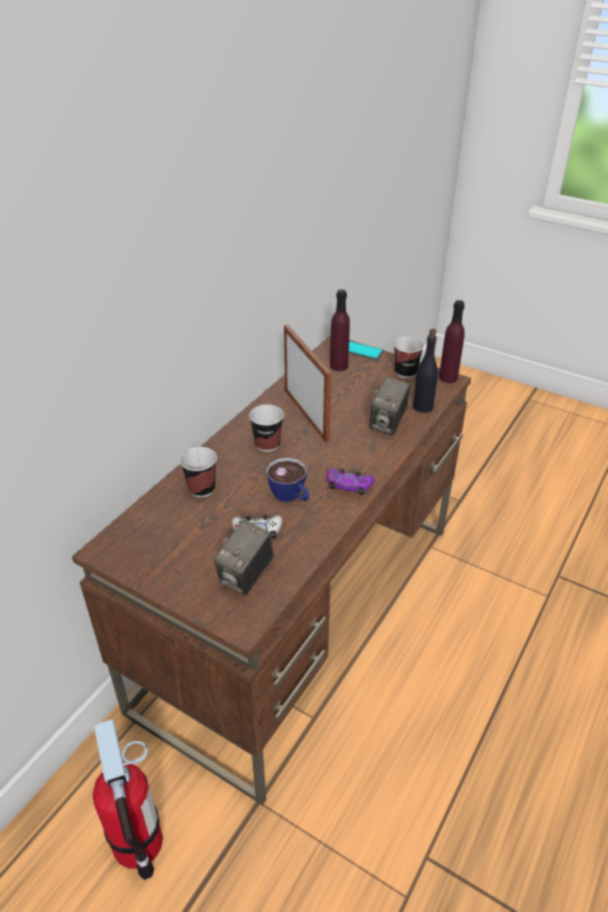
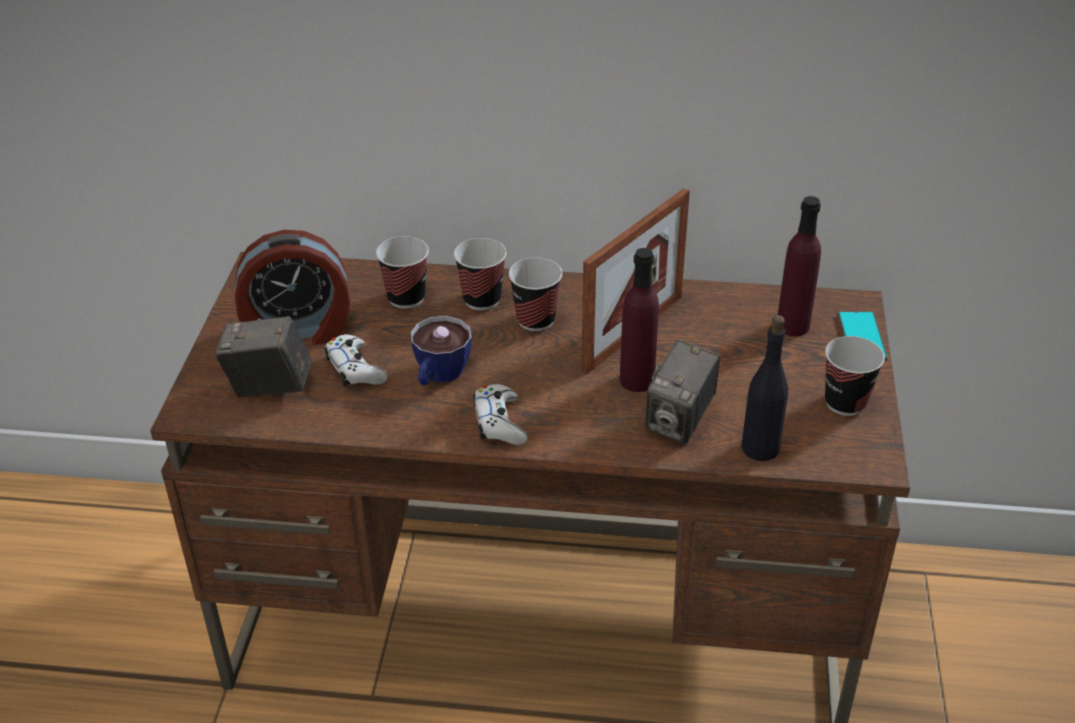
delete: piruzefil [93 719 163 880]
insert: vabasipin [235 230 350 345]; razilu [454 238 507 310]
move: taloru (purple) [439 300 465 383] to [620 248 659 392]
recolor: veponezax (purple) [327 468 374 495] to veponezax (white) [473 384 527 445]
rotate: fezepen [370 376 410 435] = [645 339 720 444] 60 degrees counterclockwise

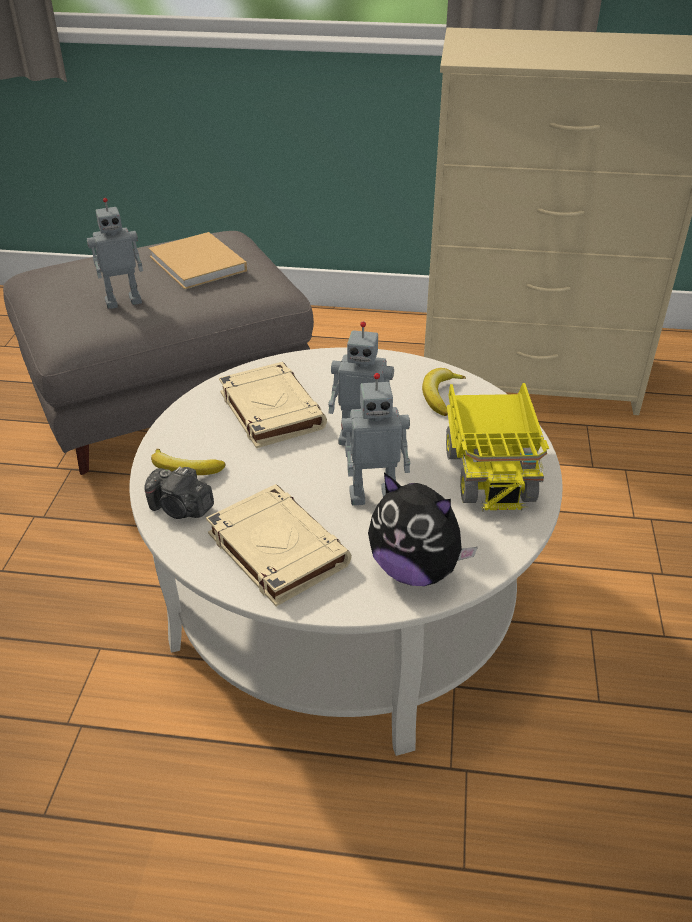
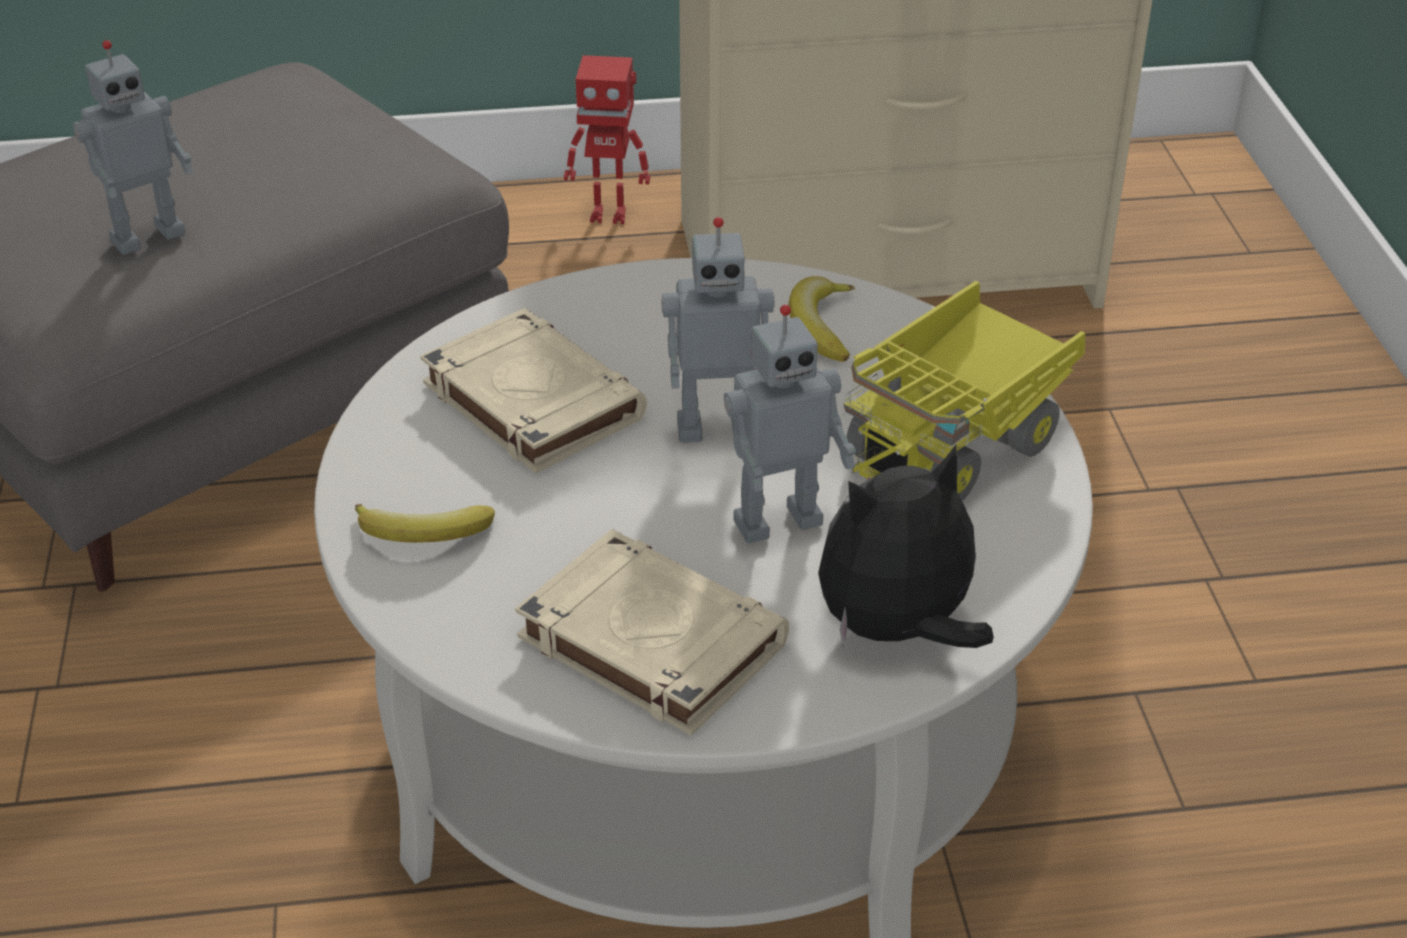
delete: fezepen [144 466 214 519]; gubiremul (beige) [149 232 247 289]
insert: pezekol [564 55 650 224]
rotate: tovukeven [368 473 478 586] = [818 445 994 648] 135 degrees clockwise; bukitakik [446 383 549 511] = [843 281 1085 501] 60 degrees clockwise

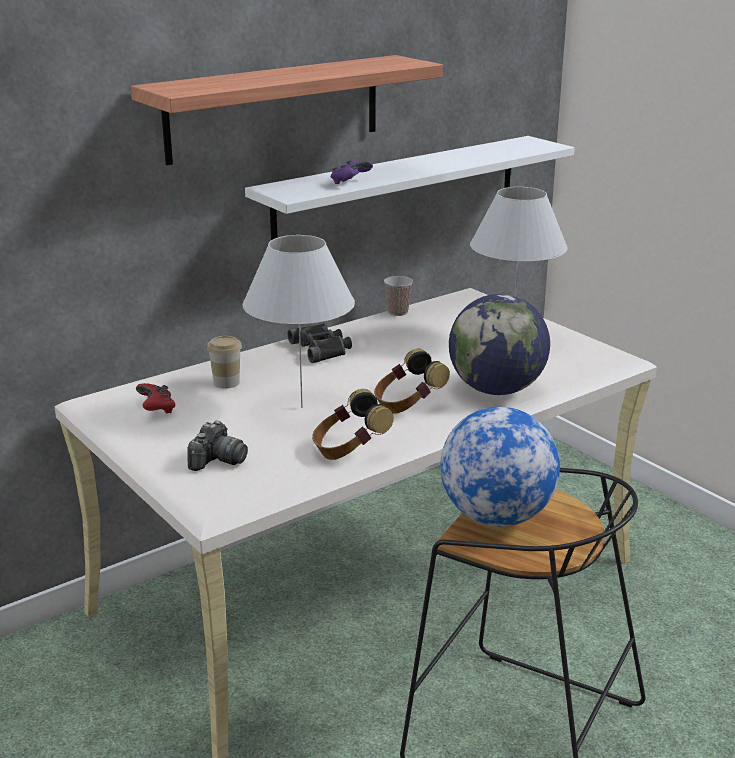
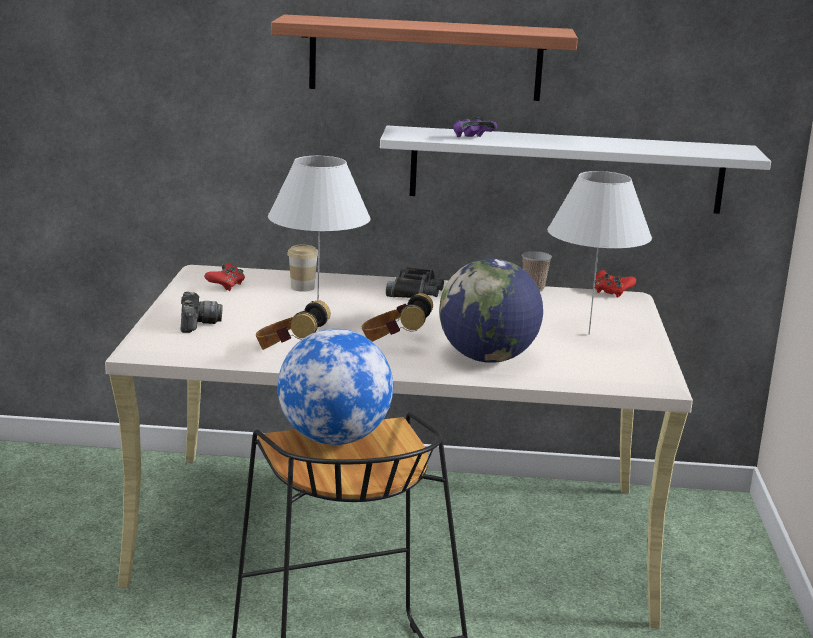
insert: veponezax (red) [595 270 636 298]
rotate: fezepen [187 421 248 471] = [181 292 222 333] 75 degrees counterclockwise

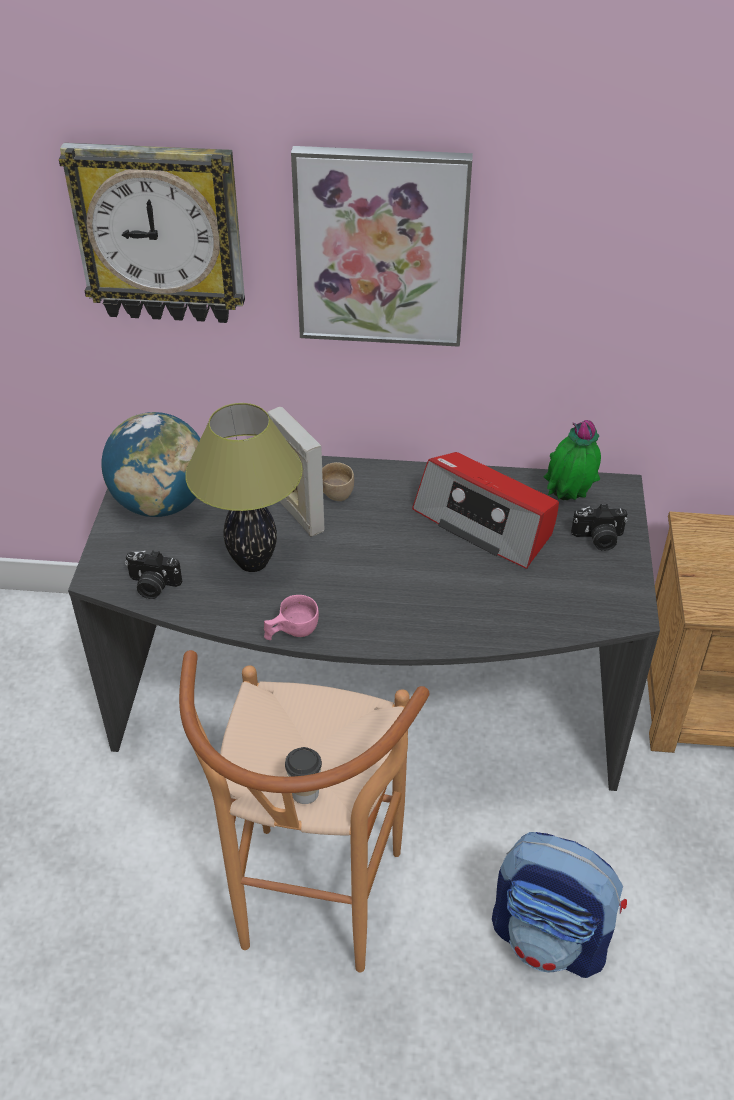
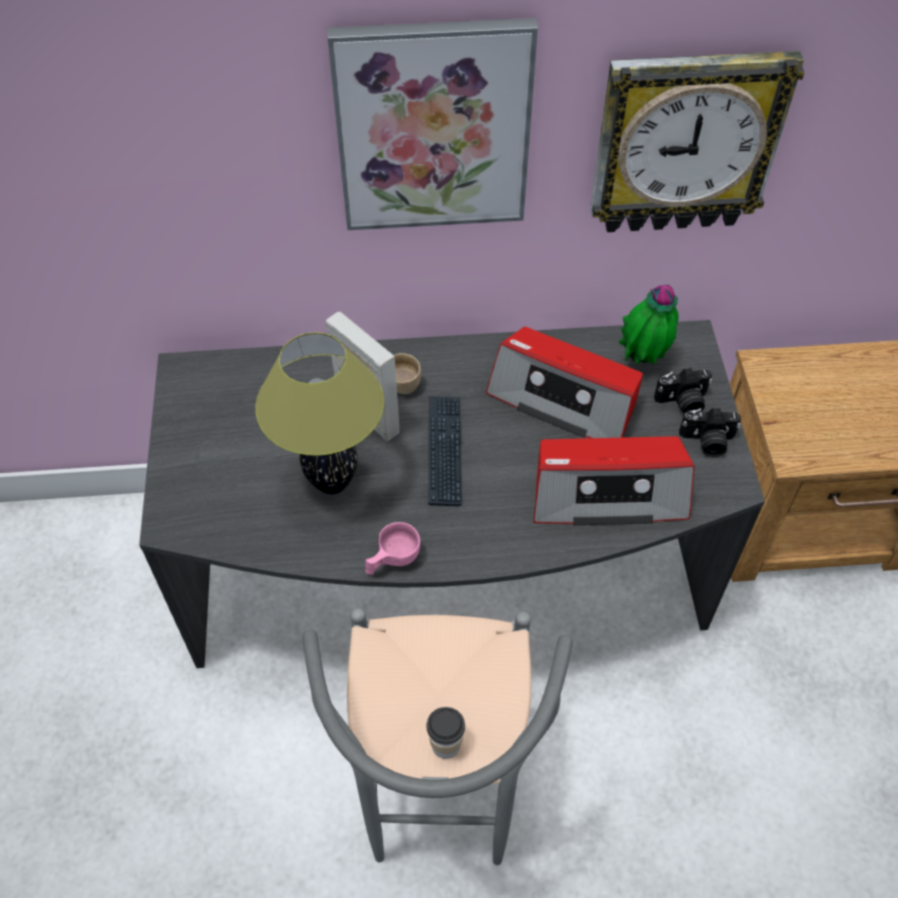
delete: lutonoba [101 412 200 517]; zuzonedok [492 832 627 978]
insert: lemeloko [428 396 462 506]; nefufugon [533 436 694 525]
move: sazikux [59 143 245 323] to [590 51 804 232]; fezepen [125 550 182 599] to [679 408 741 457]
recolor: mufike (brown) [179 650 430 972] to mufike (grey) [302 608 573 865]

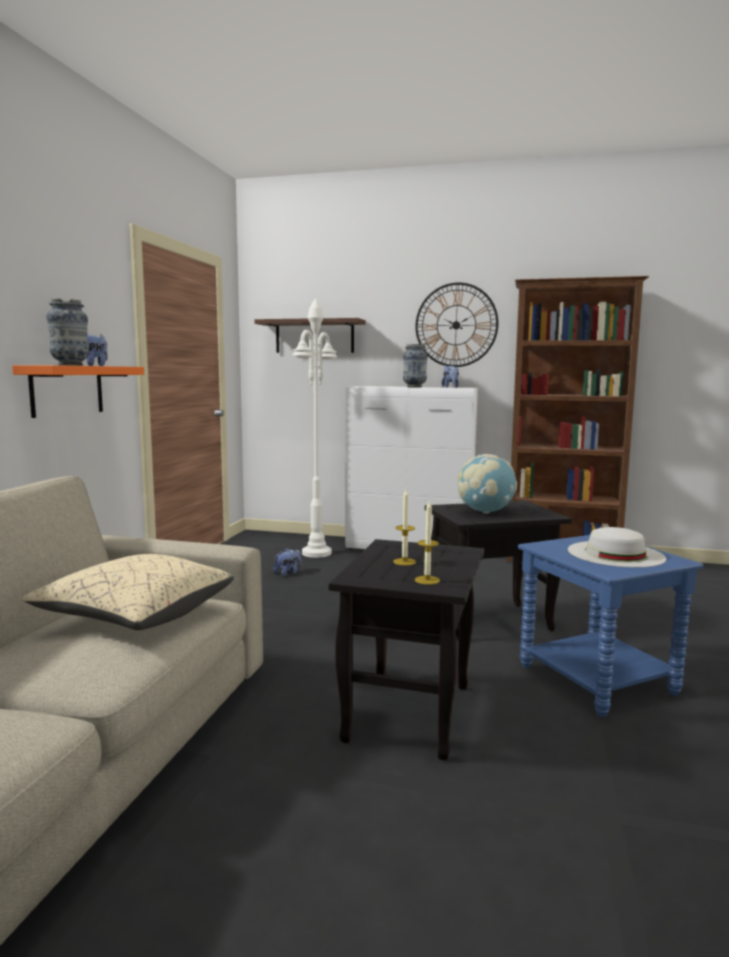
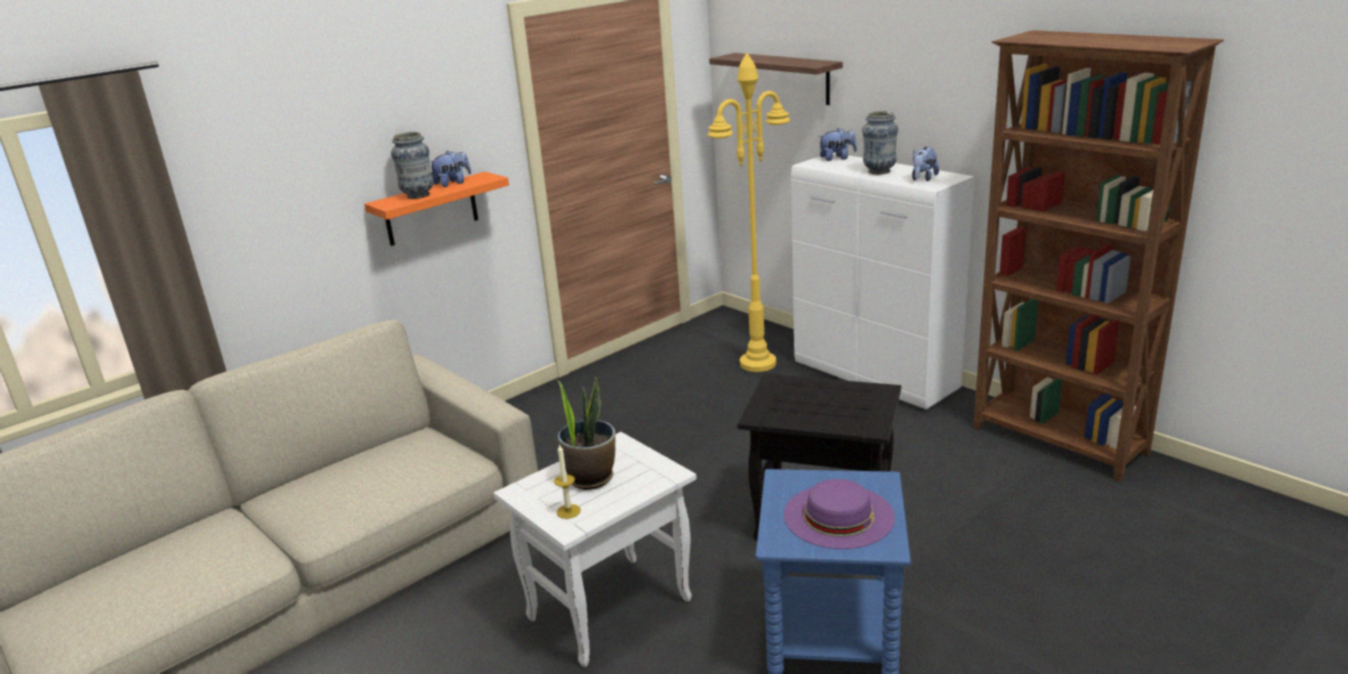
delete: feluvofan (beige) [23 554 234 630]; sazikux [415 282 498 367]; lutonoba [458 454 517 513]
move: tovukeven [273 548 301 576] to [818 128 857 161]
replace: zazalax [393 490 416 566] to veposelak [556 376 615 490]
recolor: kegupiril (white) [293 298 337 558] to kegupiril (yellow) [708 53 790 372]; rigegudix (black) [329 539 484 761] to rigegudix (white) [494 432 697 668]; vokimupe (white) [568 527 666 568] to vokimupe (purple) [784 479 895 549]

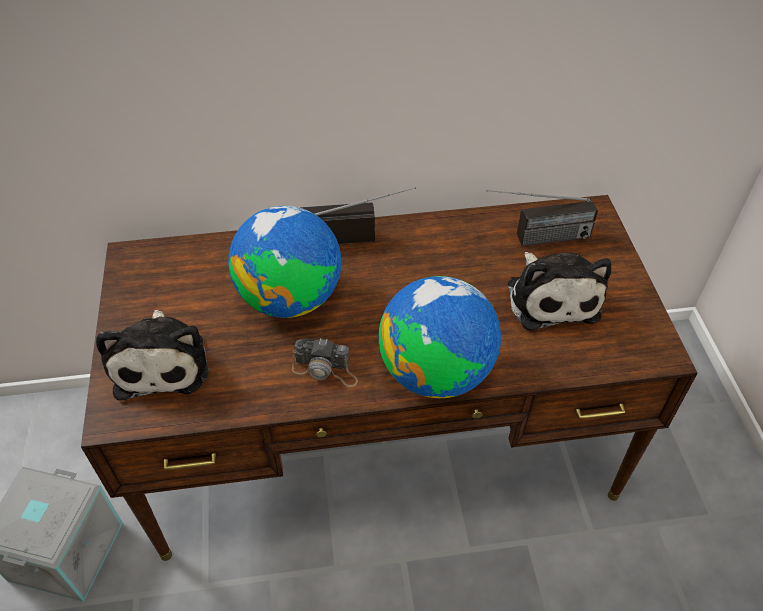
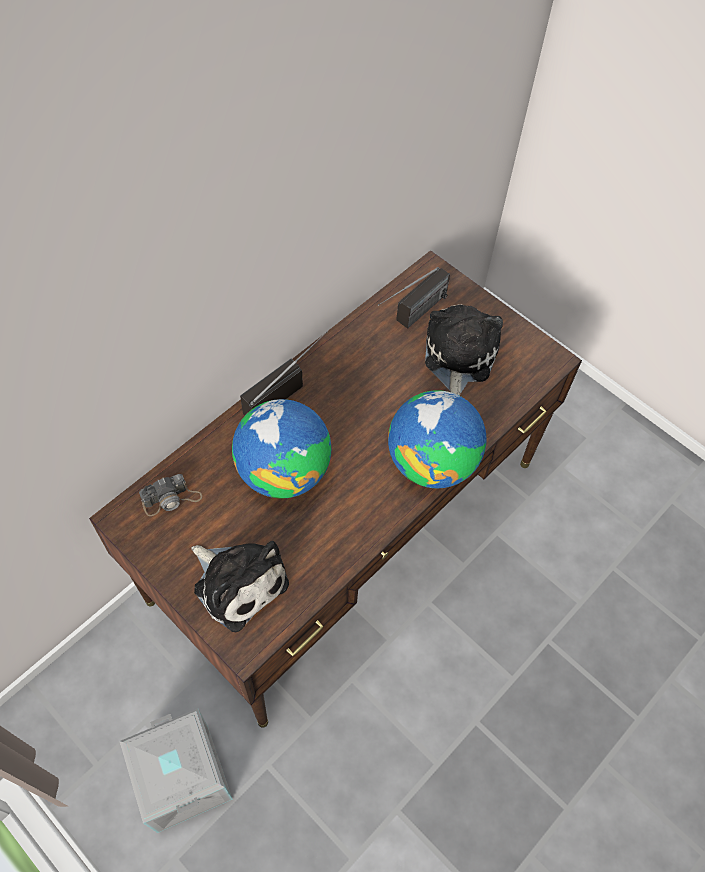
move: fezepen [292 338 358 387] to [139 474 202 516]
rotate: tovukeven [508 252 611 330] = [425 304 503 396] 120 degrees counterclockwise

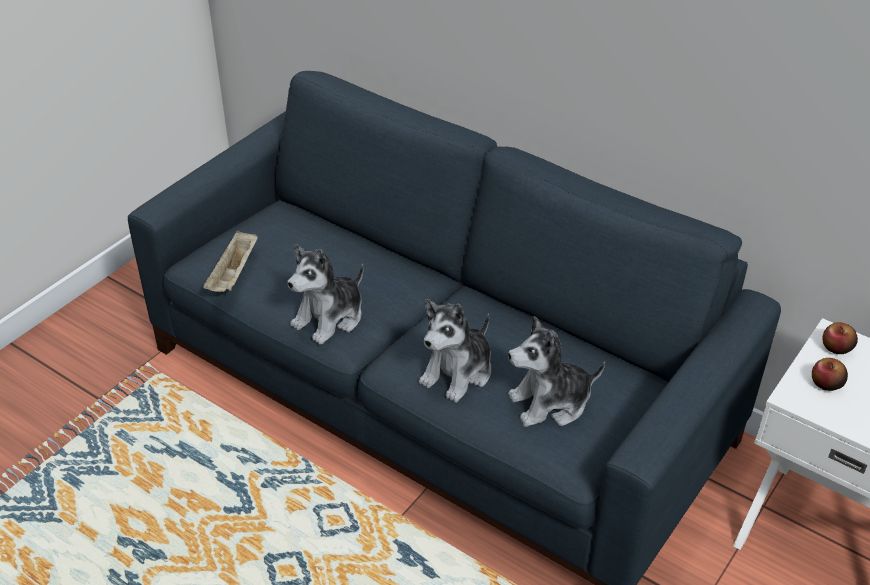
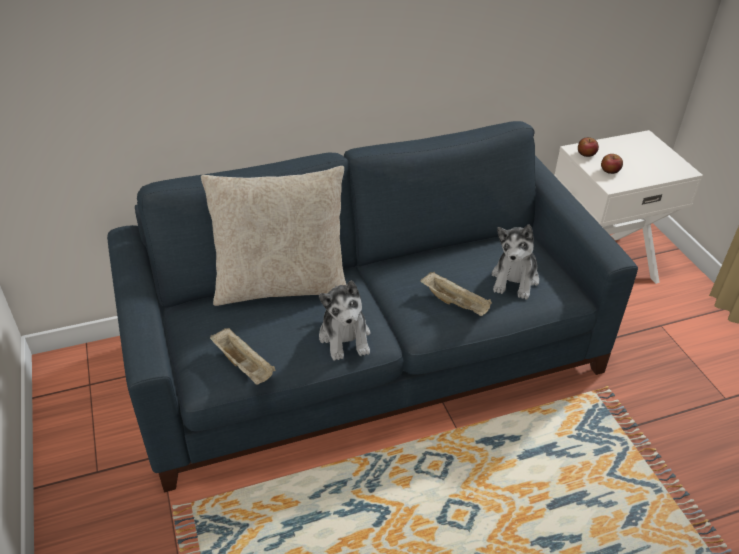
insert: feluvofan (beige) [201 166 346 306]
replace: tovukeven [419 299 491 402] to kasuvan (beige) [420 272 492 316]

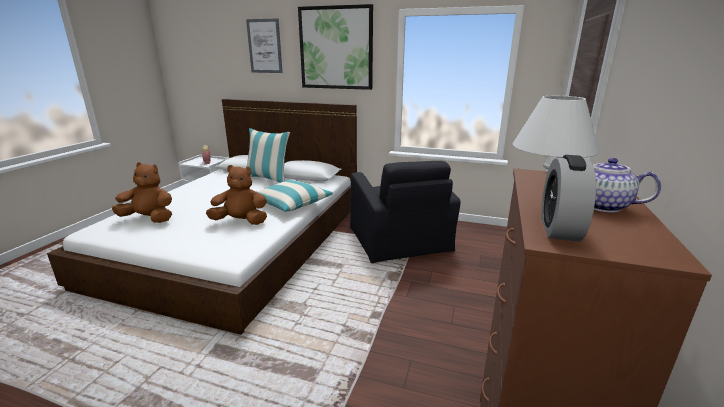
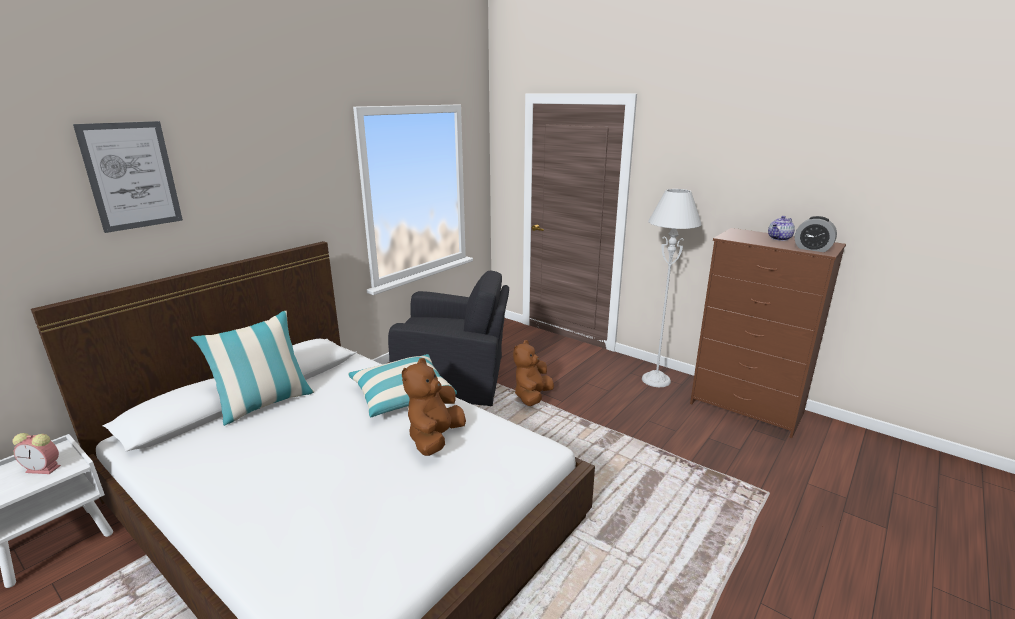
delete: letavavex [298 4 373 90]
move: tovukeven (brown) [112 162 172 223] to [513 340 554 406]

